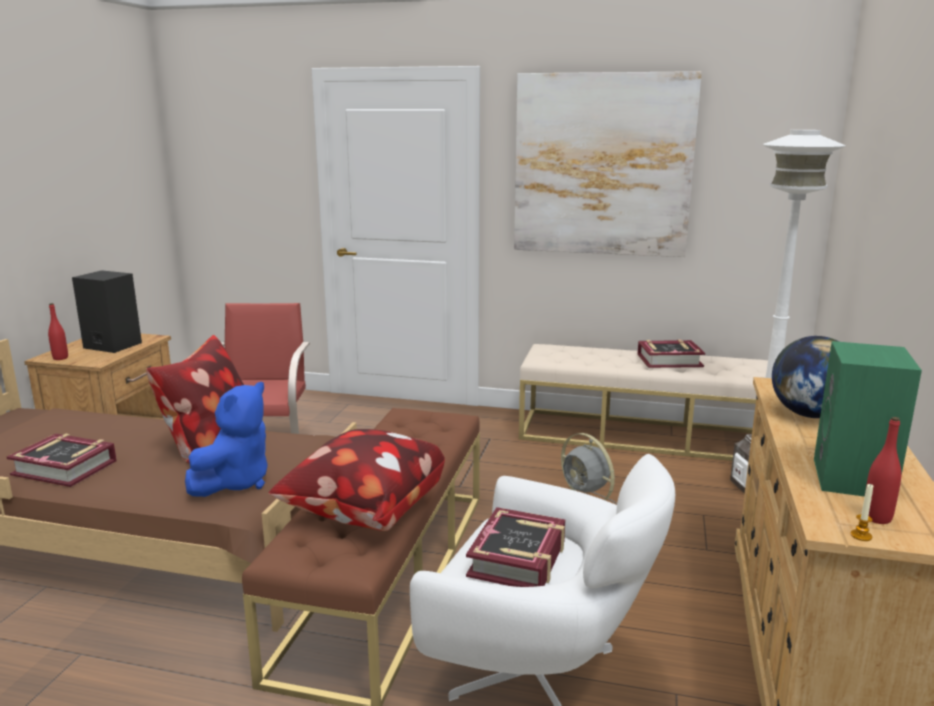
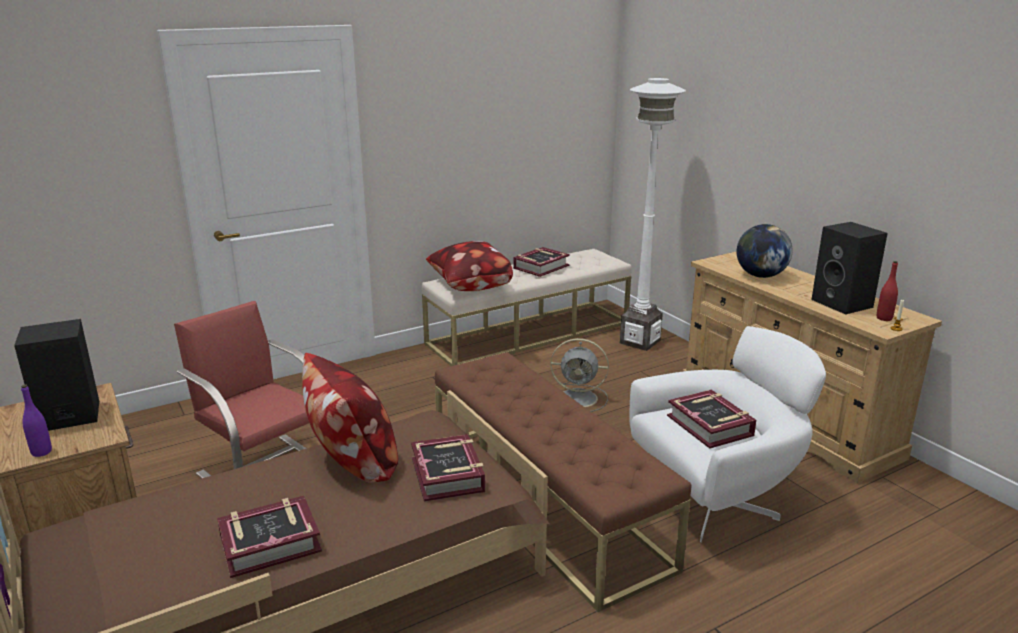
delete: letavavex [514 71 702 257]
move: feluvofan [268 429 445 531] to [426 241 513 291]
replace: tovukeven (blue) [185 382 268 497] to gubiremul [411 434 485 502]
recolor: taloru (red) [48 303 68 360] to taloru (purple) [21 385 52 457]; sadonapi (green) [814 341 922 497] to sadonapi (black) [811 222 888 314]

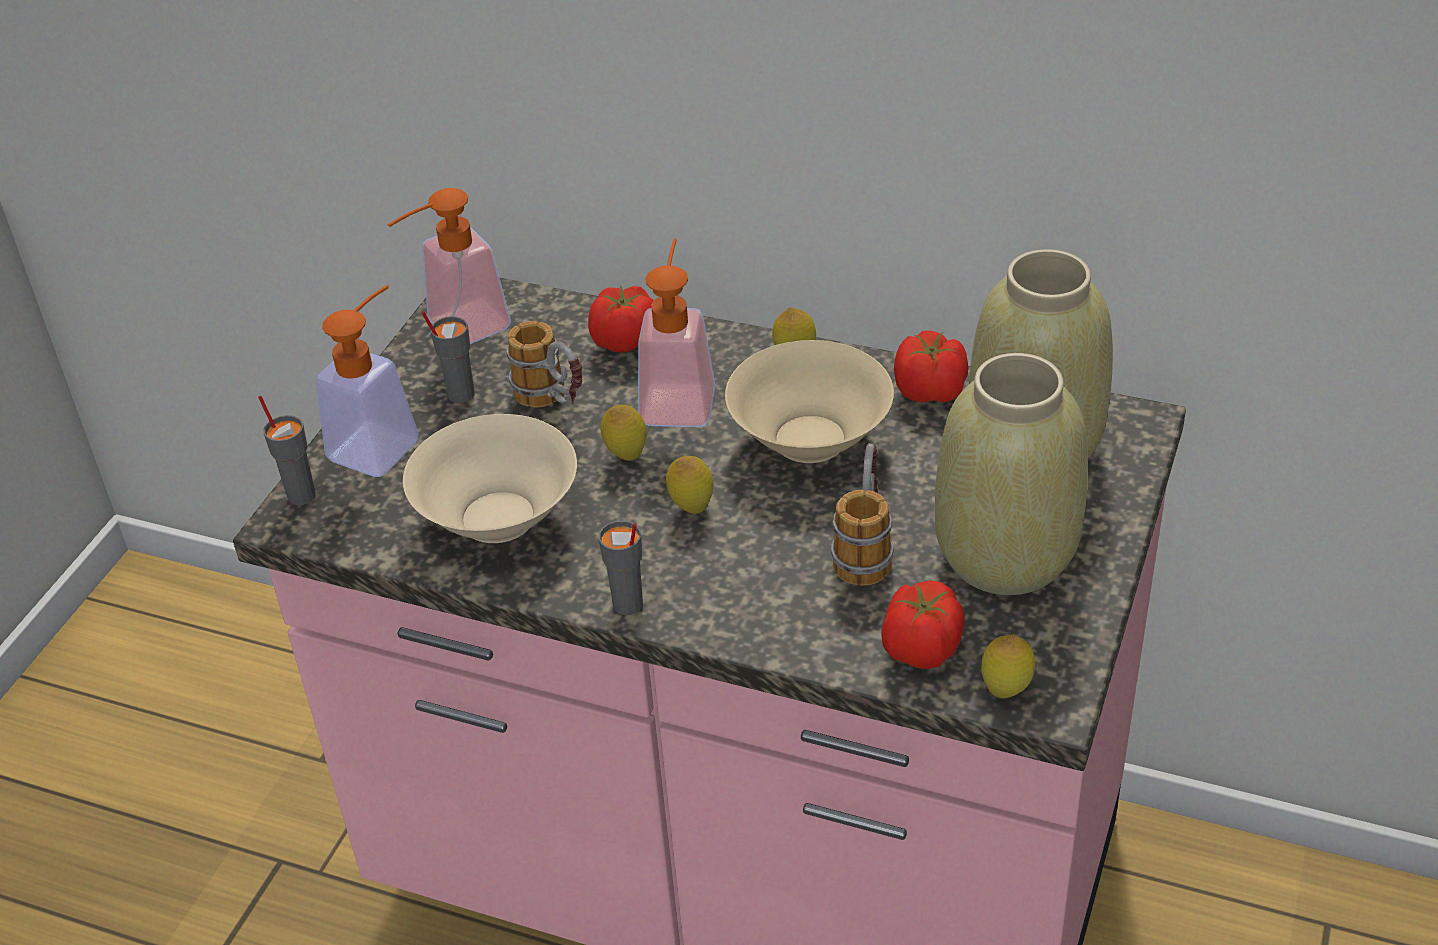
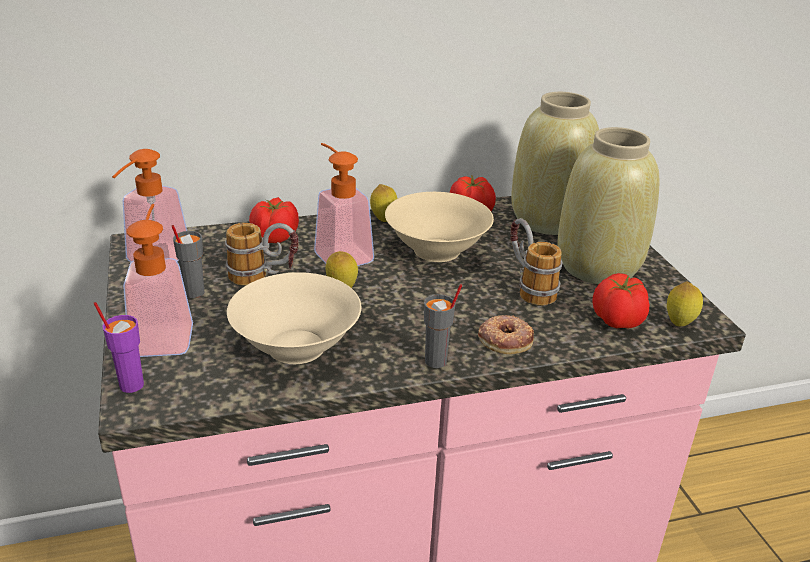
delete: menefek [666 456 713 514]
insert: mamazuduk [478 315 534 354]
recolor: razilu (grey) [258 396 316 505] to razilu (purple) [93 302 144 393]

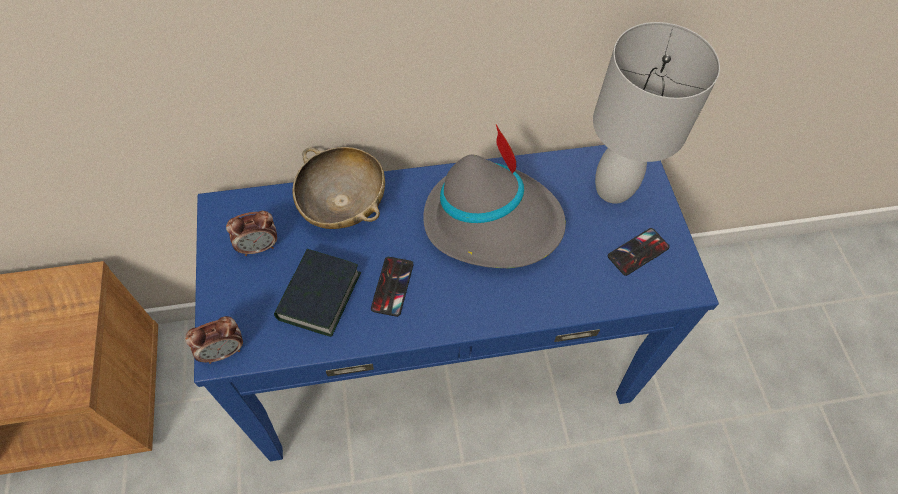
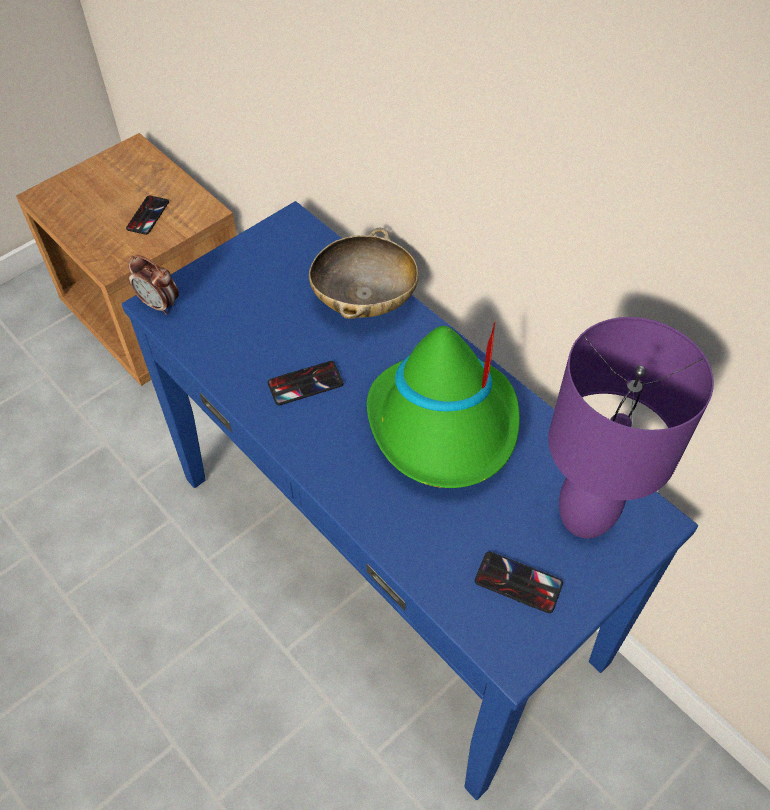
delete: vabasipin [226 211 277 256]; gubiremul [274 249 361 337]
insert: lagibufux [126 195 169 235]
recolor: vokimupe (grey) [423 124 566 268] to vokimupe (green) [367 321 520 488]; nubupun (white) [593 22 720 204] to nubupun (purple) [548 317 714 539]

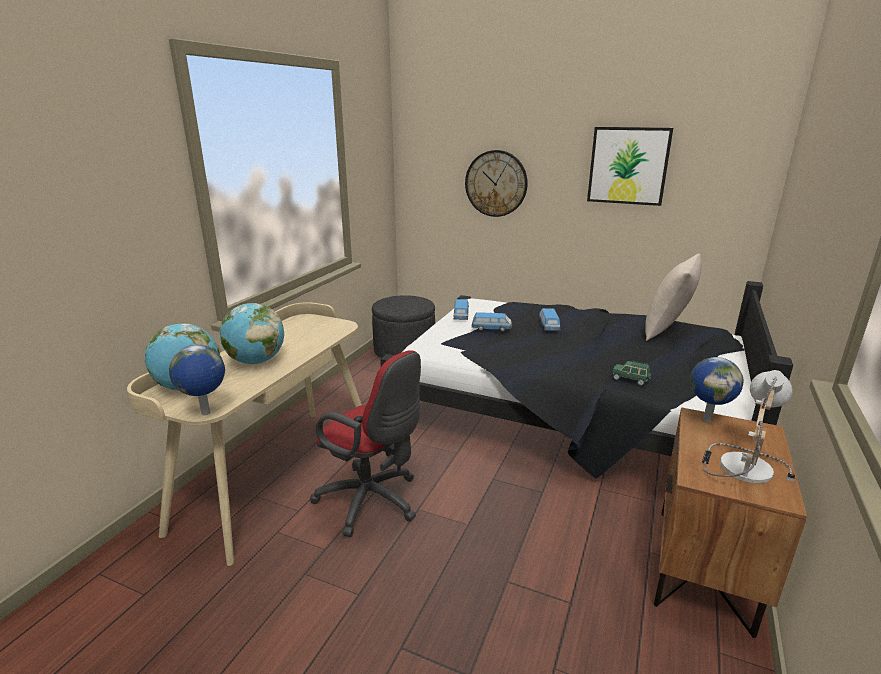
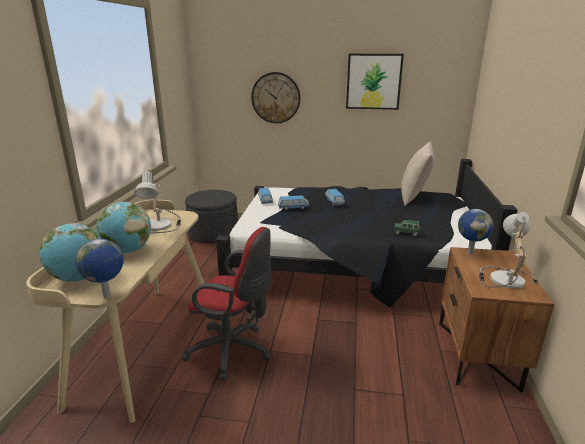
insert: nubupun [135 170 181 234]

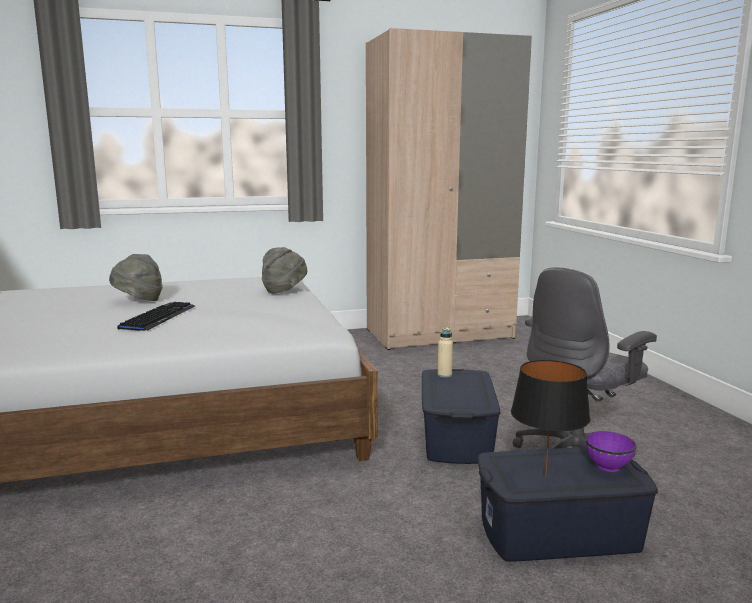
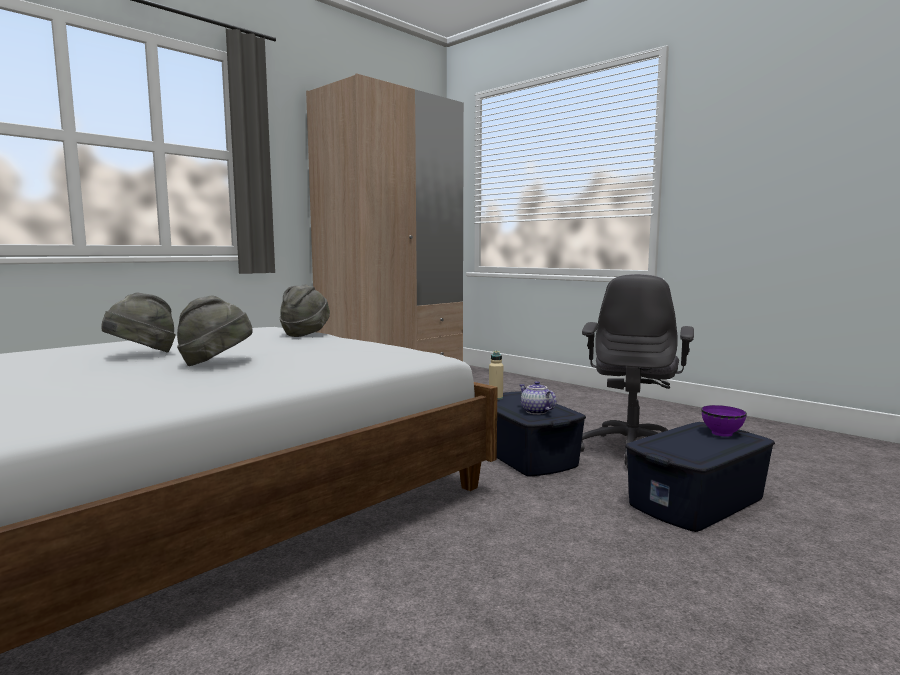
delete: nubupun (black) [511 360 590 478]
insert: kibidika [520 381 556 415]
replace: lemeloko [117 302 195 331] to vokimupe (grey) [177 296 253 366]

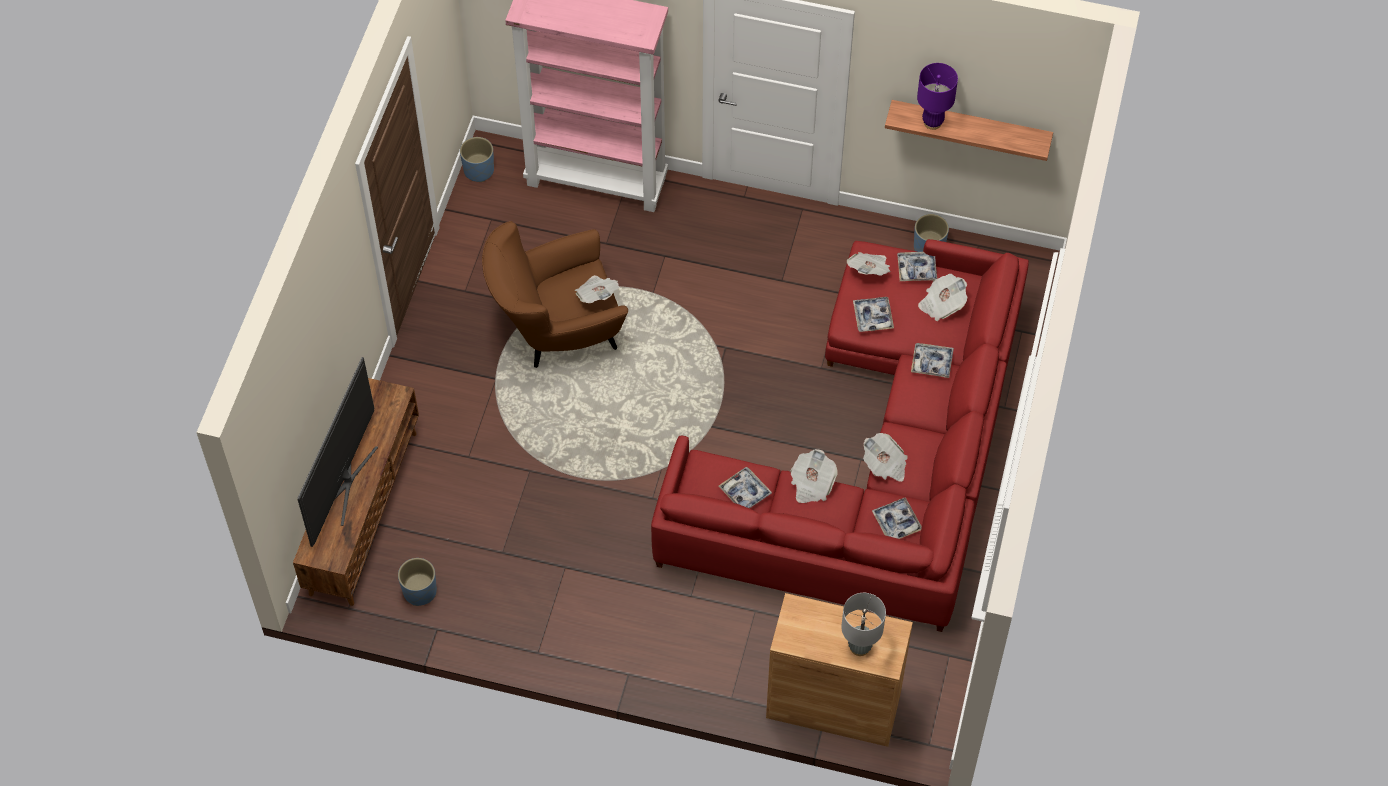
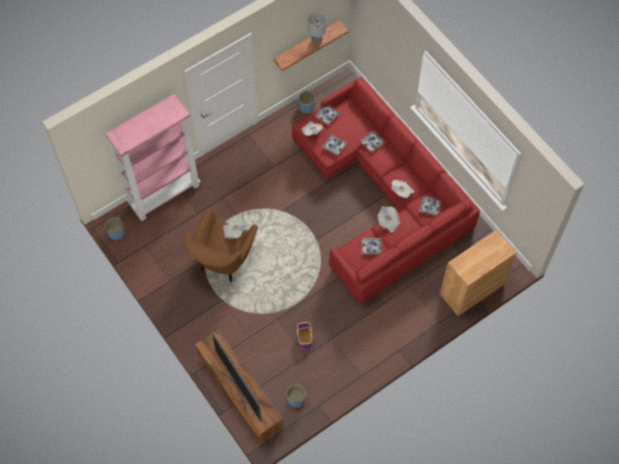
delete: nubupun (purple) [917 63 958 130]; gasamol [918 274 967 321]
insert: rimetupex [297 322 313 349]
move: nubupun (grey) [841 593 886 656] to [308 12 326 45]

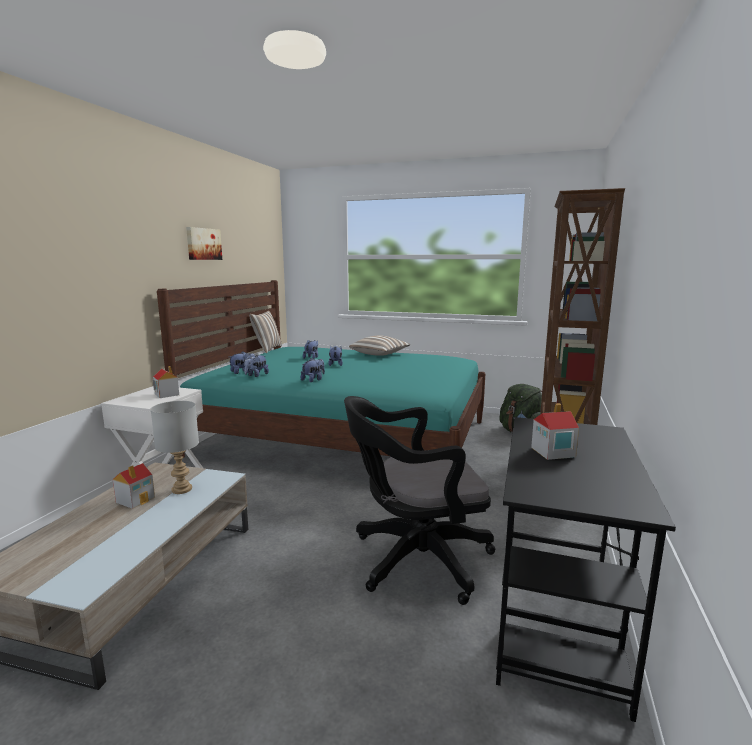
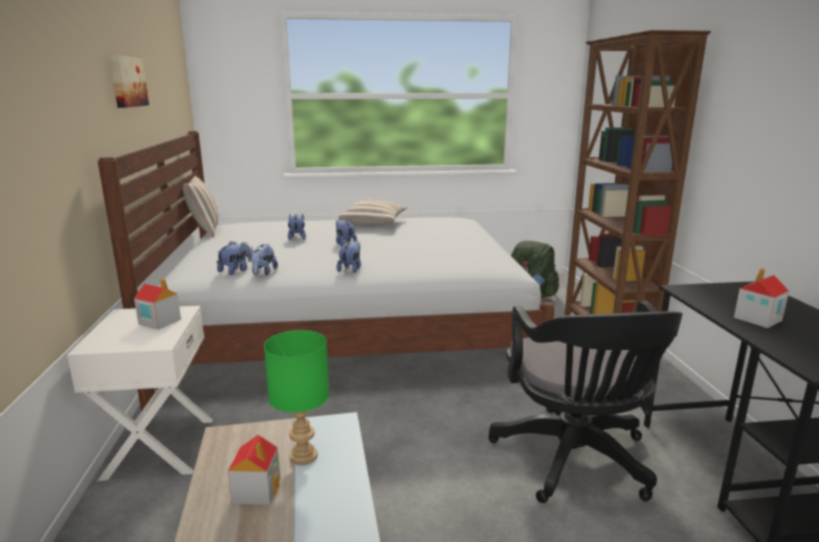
recolor: nubupun (grey) [151 401 199 494] to nubupun (green) [264 330 329 465]; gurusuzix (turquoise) [157 280 485 458] to gurusuzix (white) [98 131 555 411]
rotate: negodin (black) [344 396 495 605] = [488 301 683 503] 60 degrees counterclockwise

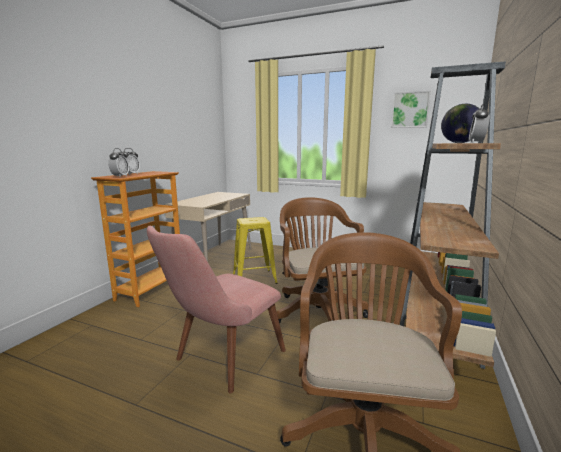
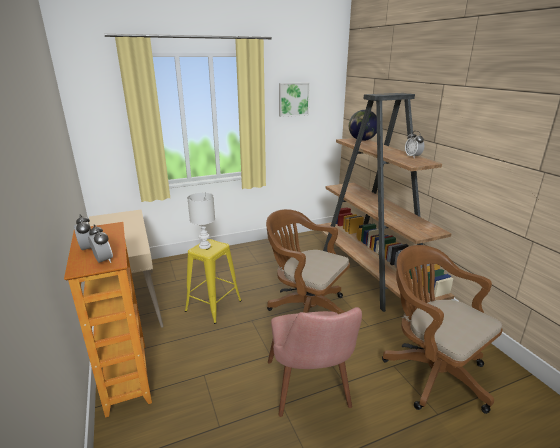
insert: nubupun (white) [187 192 215 249]

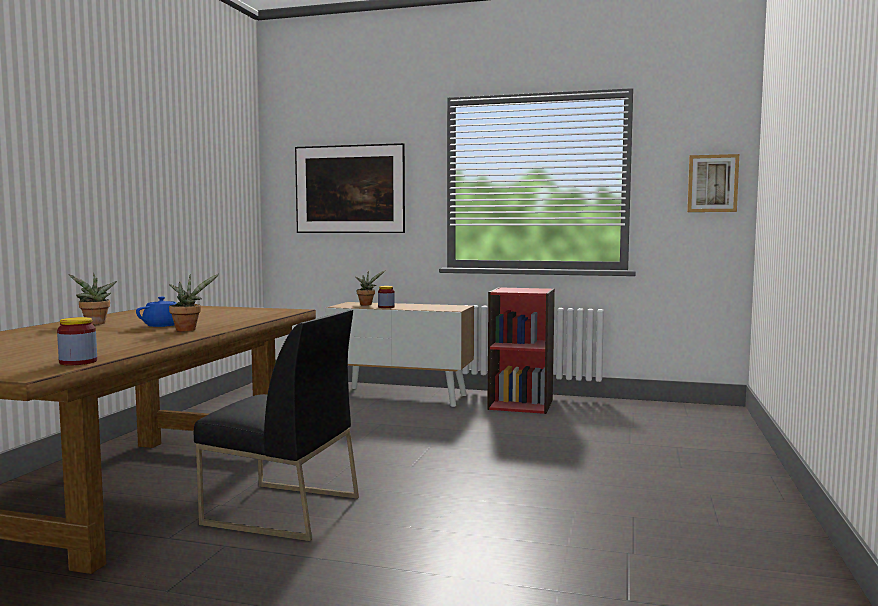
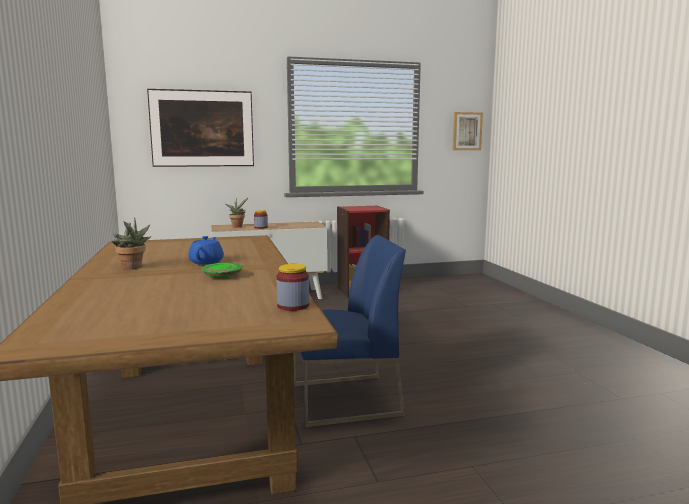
delete: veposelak [169 274 219 331]
insert: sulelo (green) [202 263 242 279]
recolor: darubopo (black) [194 310 359 541] to darubopo (blue) [294 235 406 427]

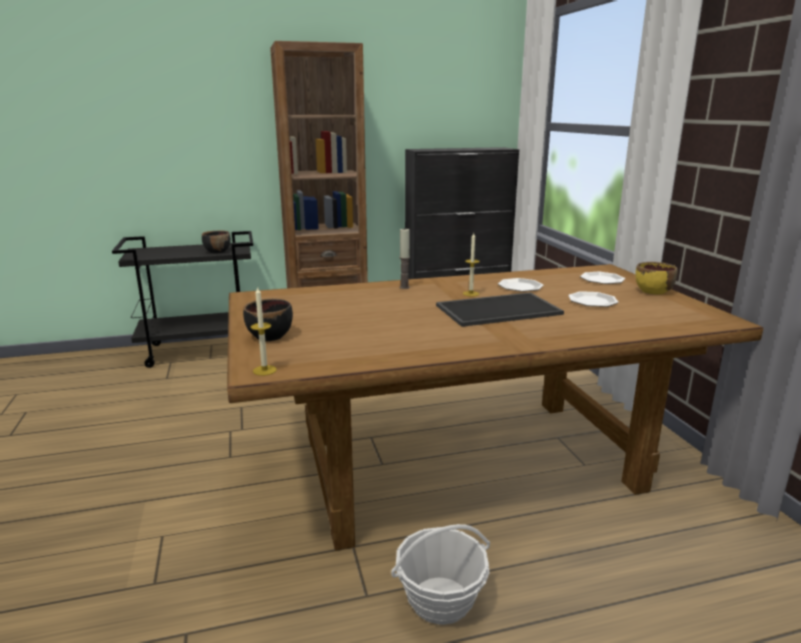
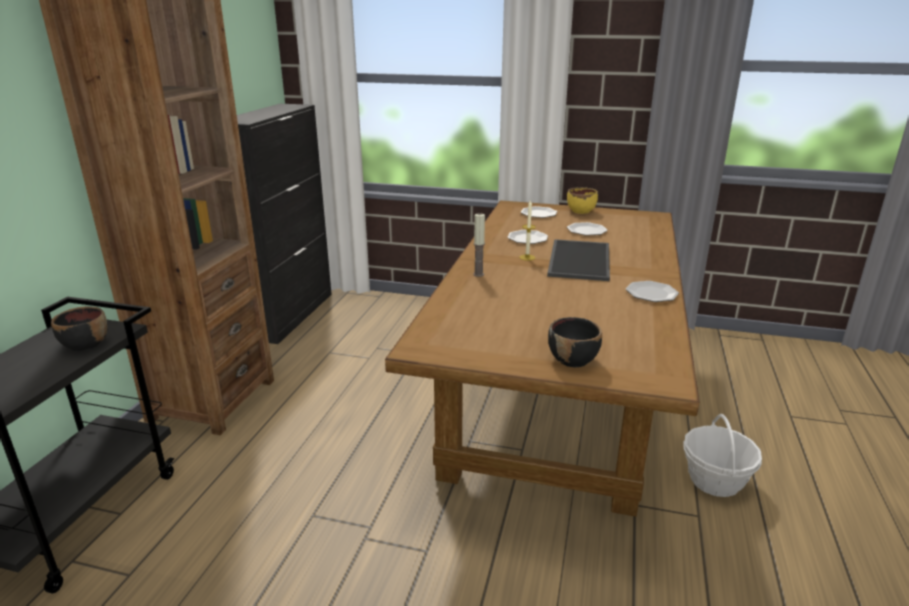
delete: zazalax [250 286 277 376]
insert: sulelo [626 281 679 302]

